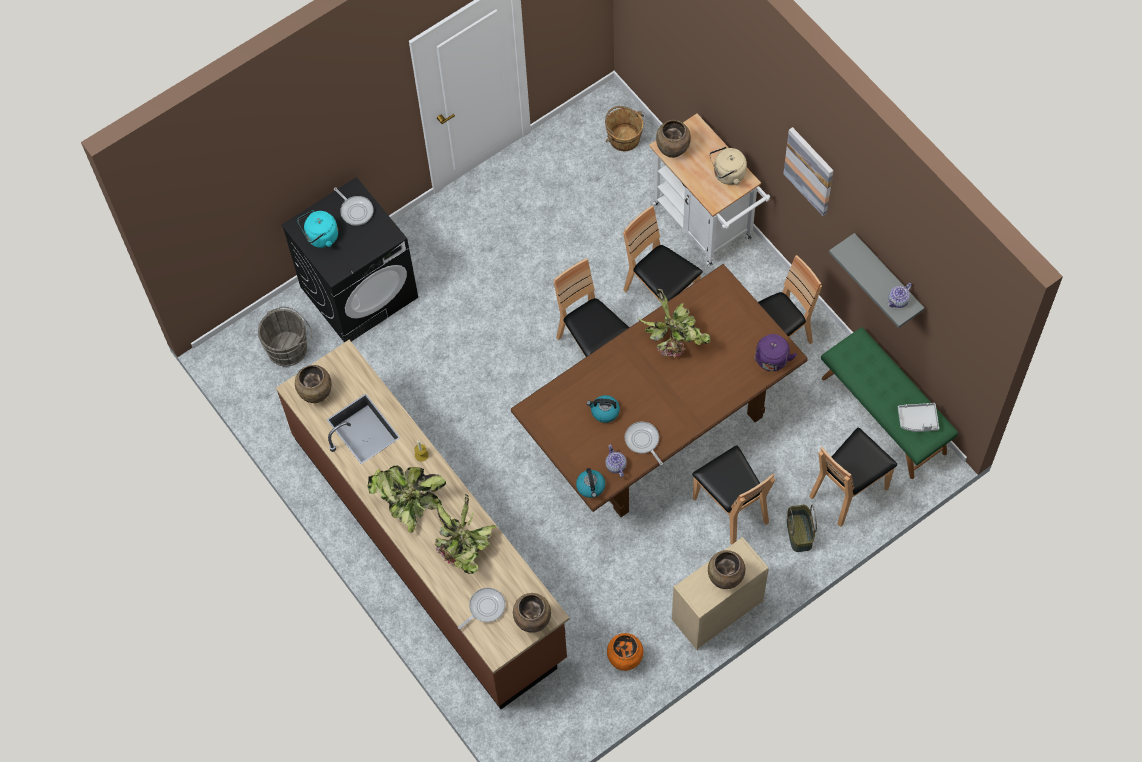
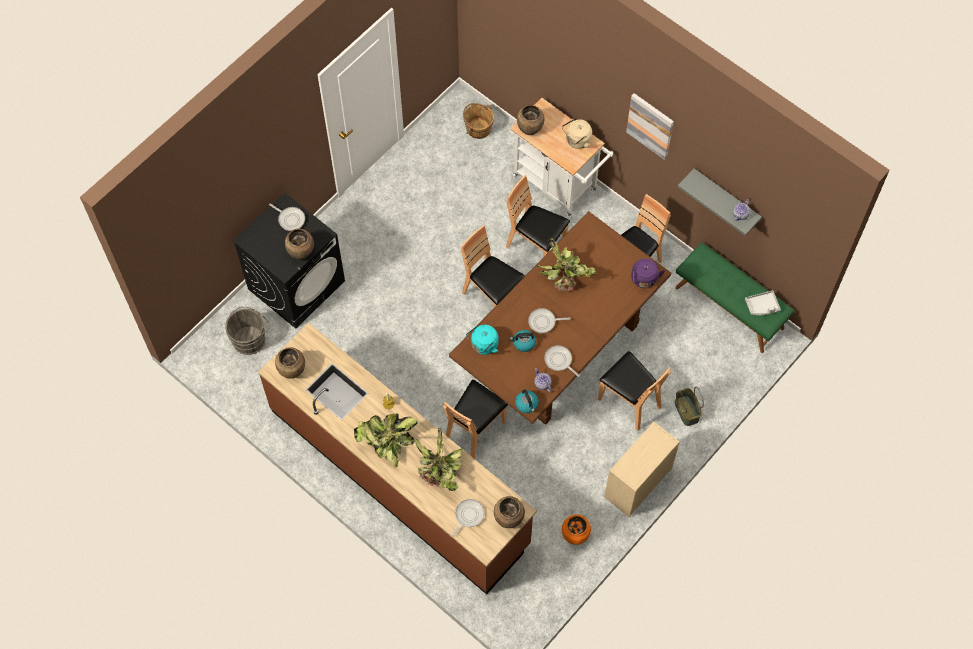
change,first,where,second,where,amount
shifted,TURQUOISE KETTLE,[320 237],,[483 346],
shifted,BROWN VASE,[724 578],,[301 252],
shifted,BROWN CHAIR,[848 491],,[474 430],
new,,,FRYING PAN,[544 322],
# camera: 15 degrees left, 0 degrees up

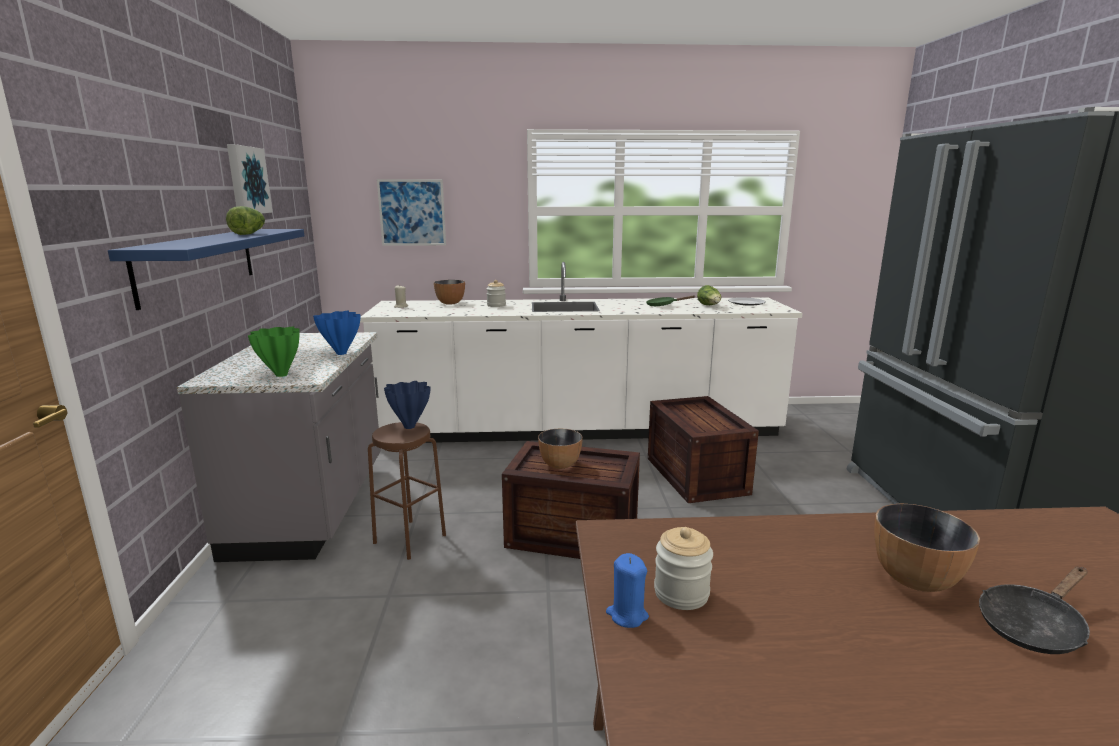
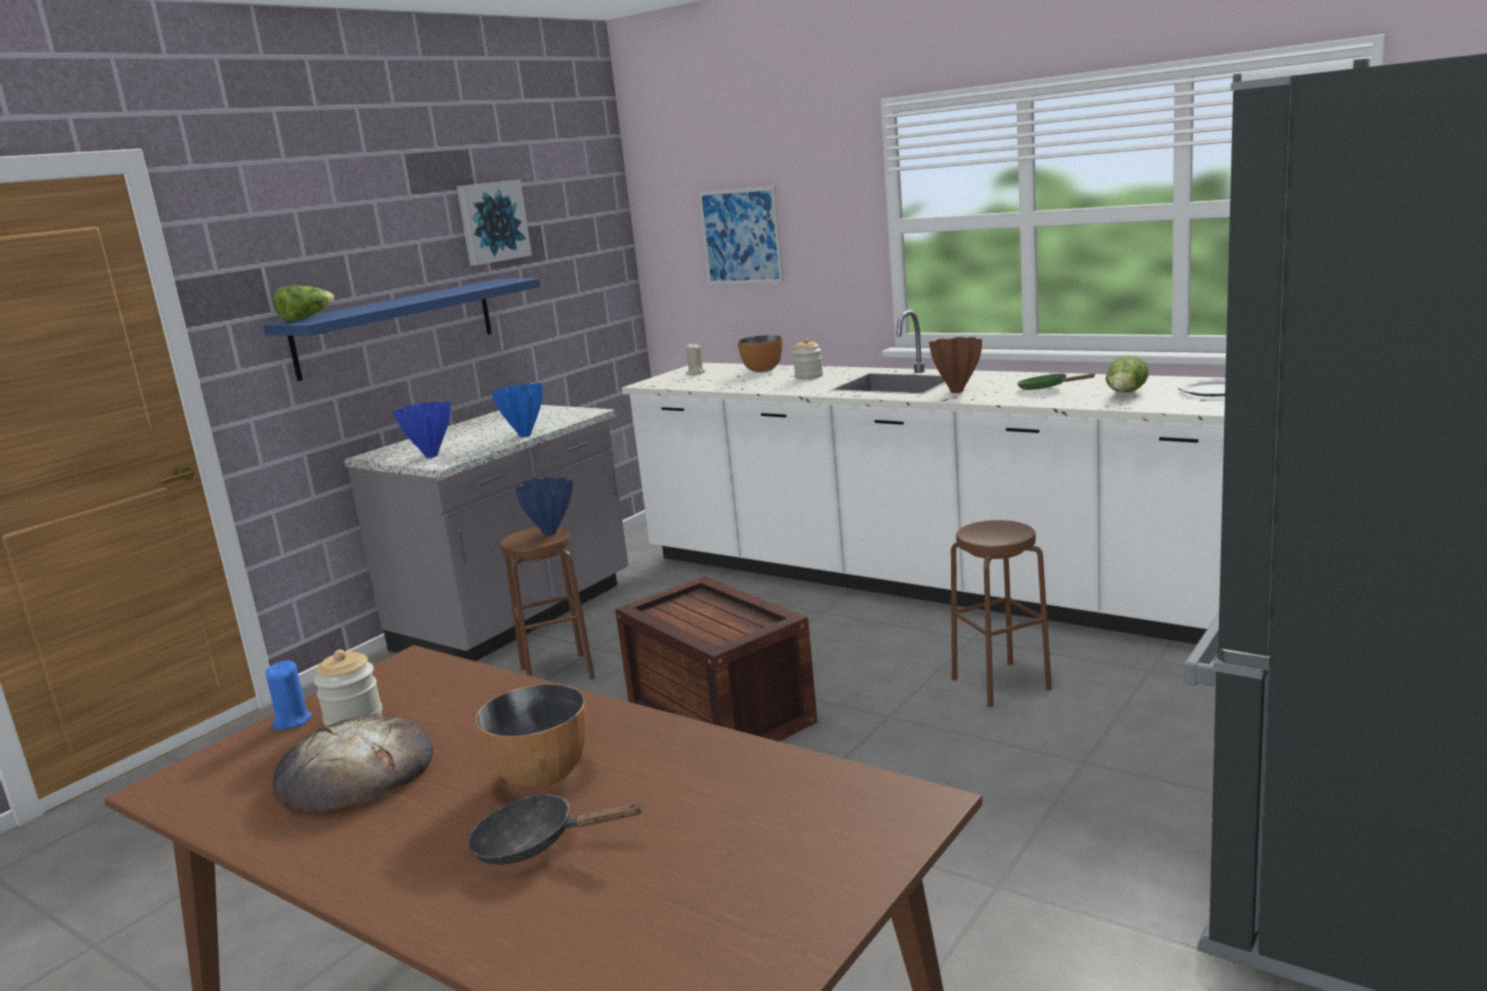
change,first,where,second,where,amount
shifted,LETTUCE,[249 234],,[306 318],
repainted,GREEN VASE,[281 375],BLUE VASE,[431 455],
gone,BOWL,[559 465],,,
swapped,CRATE,[695 475],BROWN STOOL,[1001 683],
new,,,BREAD,[355 772],
new,,,BROWN VASE,[957 391],
# camera: 40 degrees right, 0 degrees up

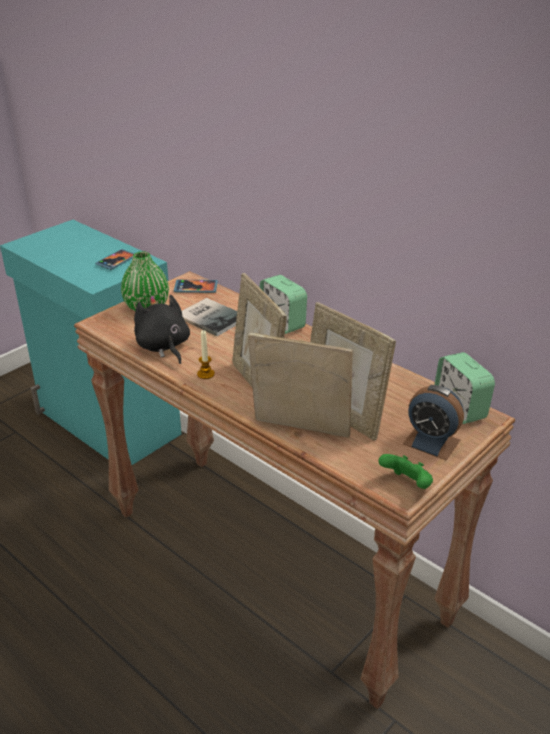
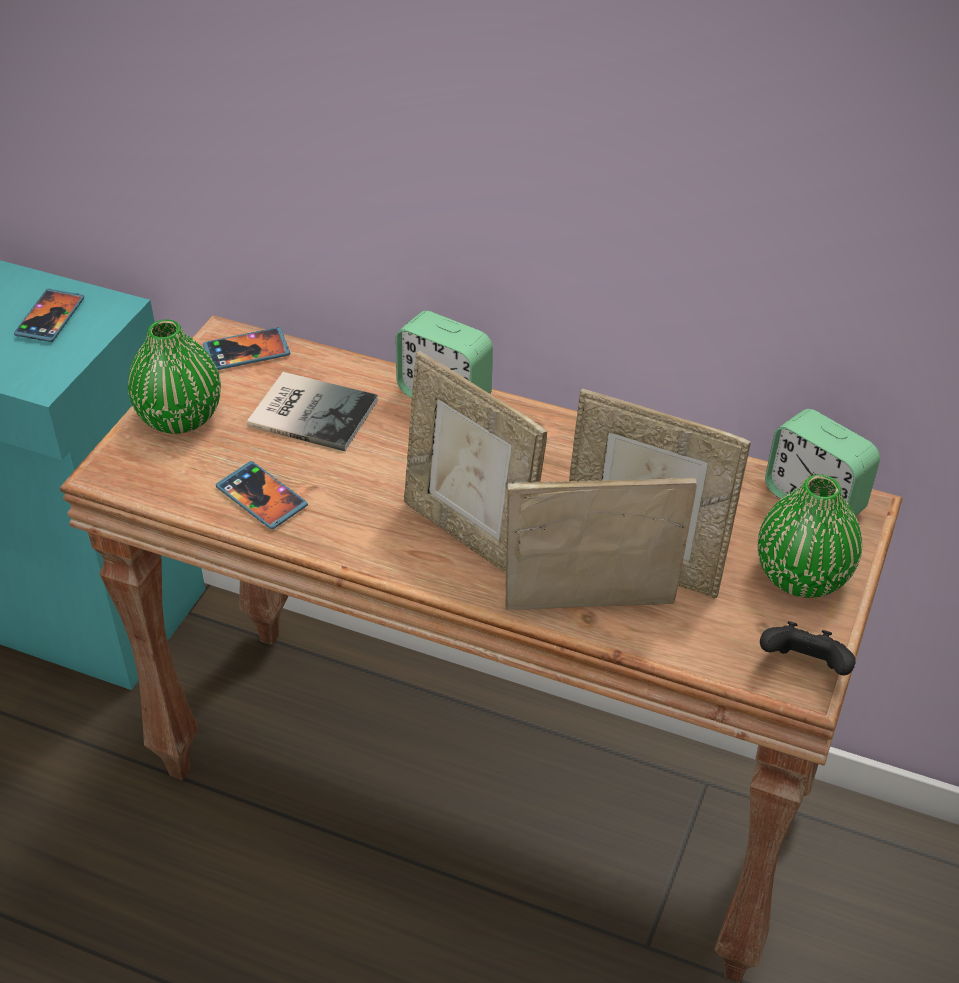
change,first,where,second,where,amount
swapped,BLACK PLUSH TOY,[163 347],PHONE,[261 498],
gone,CANDLE,[205 374],,,
repainted,GREEN GAME CONTROLLER,[407 484],BLACK GAME CONTROLLER,[804 667],
swapped,ALARM CLOCK,[431 442],GREEN VASE,[802 576],
# camera: 20 degrees left, 10 degrees up

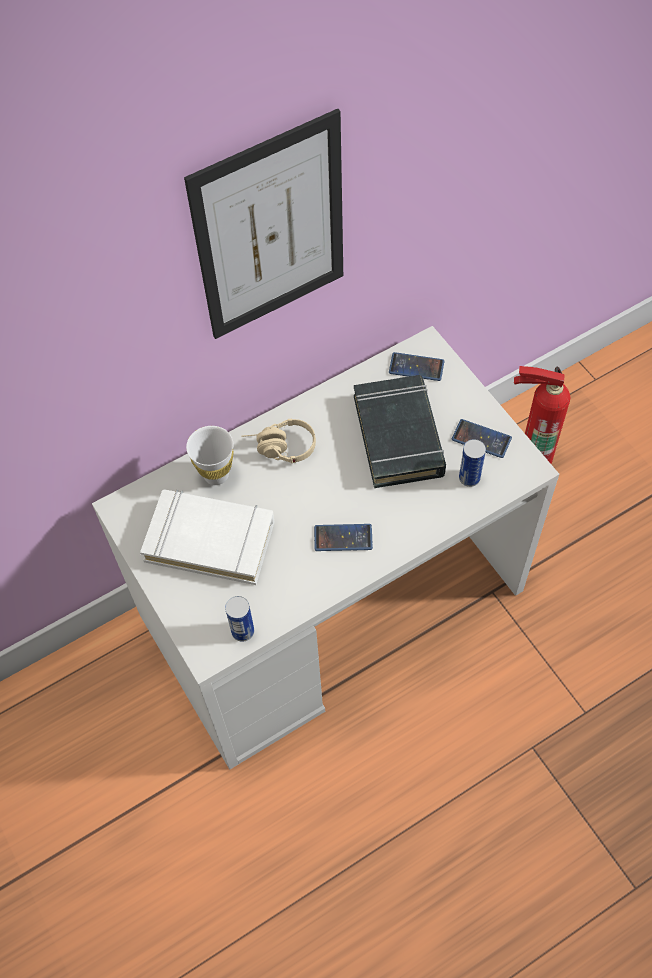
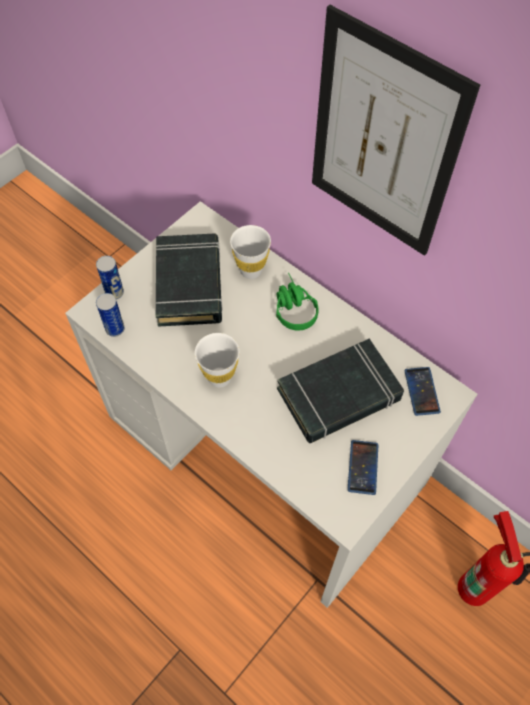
change,first,where,second,where,amount
repainted,WHITE BOOK,[210 540],BLACK BOOK,[189 284],
repainted,BEIGE HEADPHONES,[279 448],GREEN HEADPHONES,[292 307],
swapped,PHONE,[343 538],WHITE CUP,[219 377],
shifted,CAN,[469 478],,[114 292],
# camera: 70 degrees right, 0 degrees up

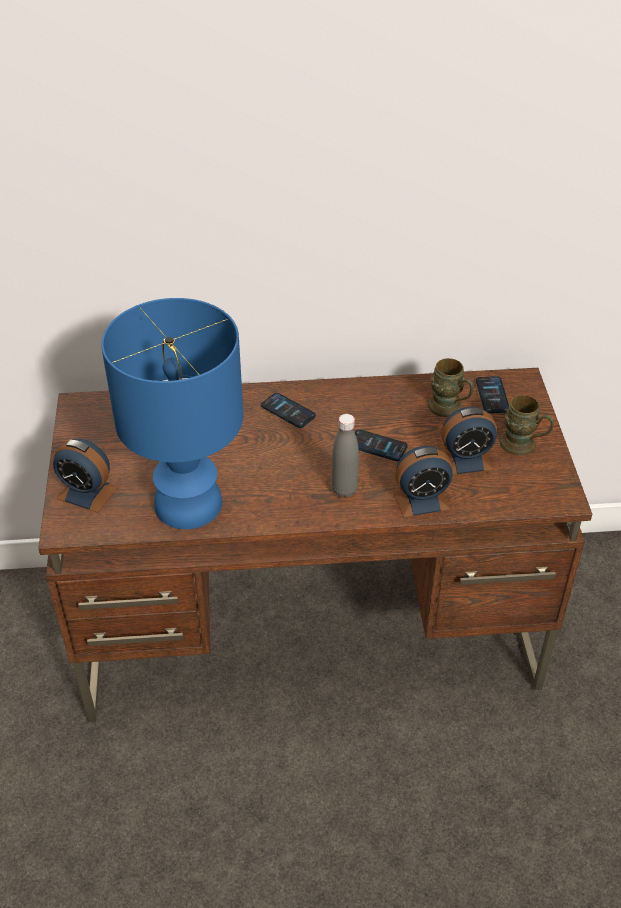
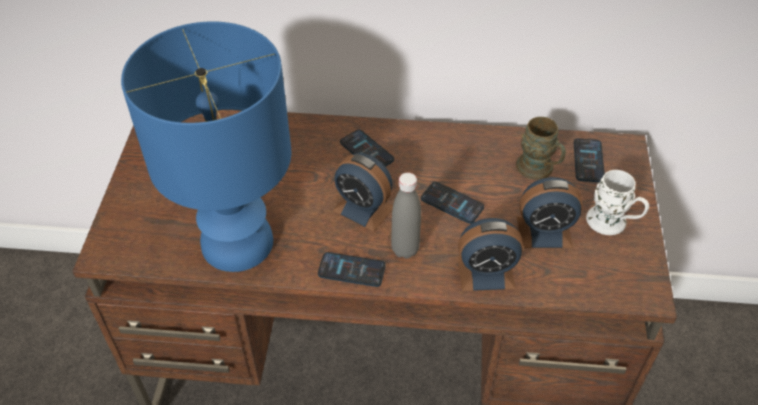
change,first,where,second,where,amount
shifted,ALARM CLOCK,[87 493],,[364 208],
repainted,BROWN MUG,[524 446],WHITE MUG,[612 224],
new,,,PHONE,[351 270],
# camera: 10 degrees right, 5 degrees up

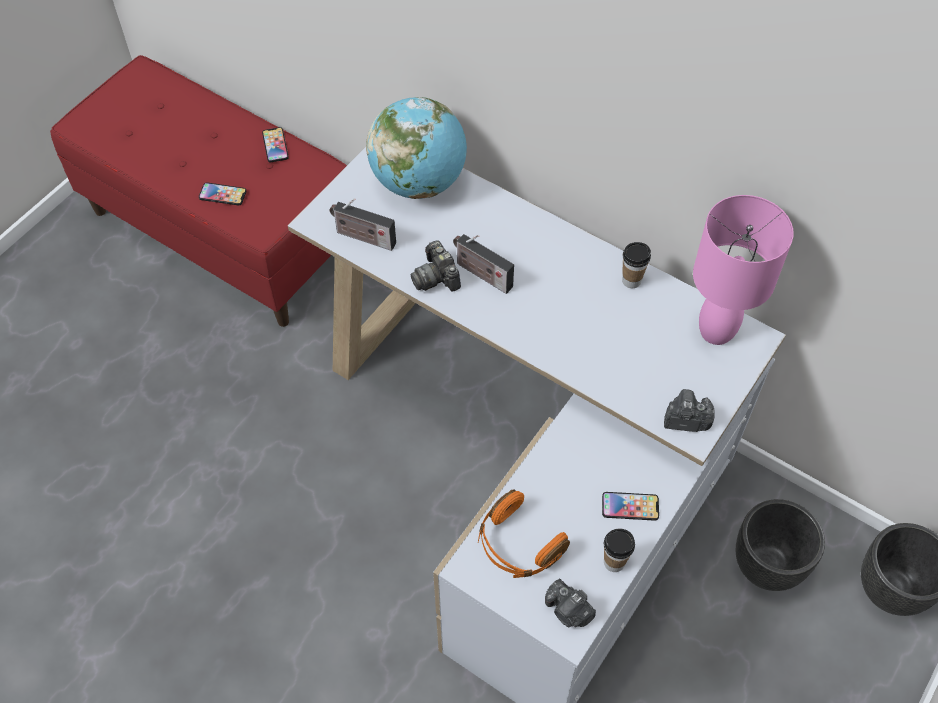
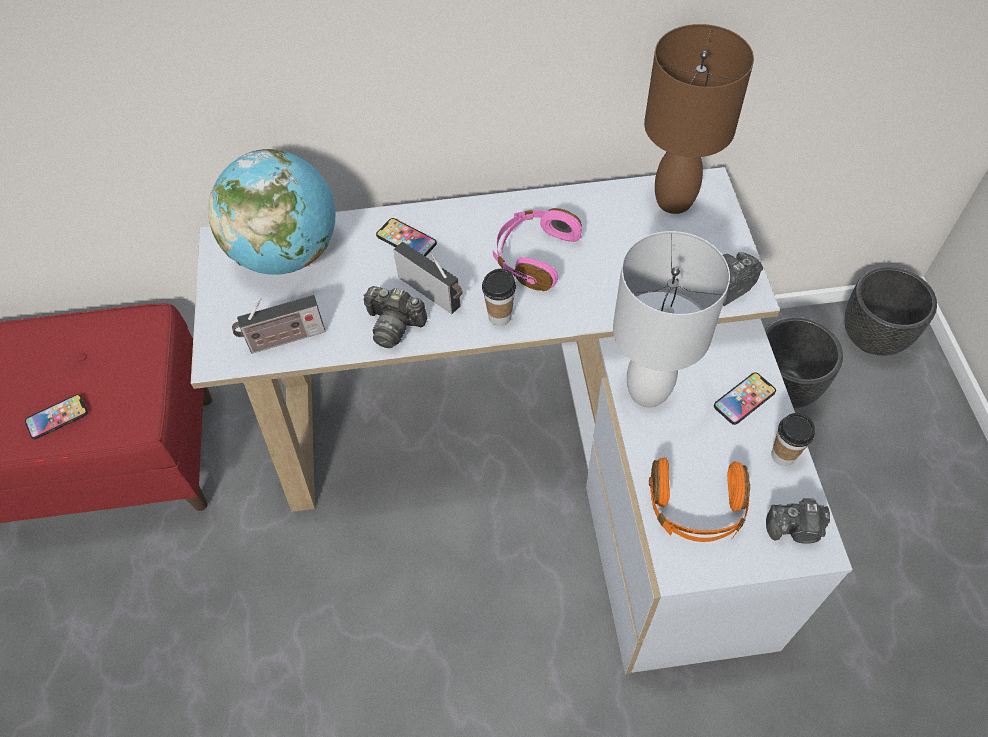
change,first,where,second,where,amount
shifted,PHONE,[275 145],,[406 239],
rotated,RADIO,[481 274],,[432 293],135 degrees counterclockwise
shifted,CUP,[631 280],,[499 316],
repainted,PINK TABLE LAMP,[715 332],BROWN TABLE LAMP,[674 202],
new,,,PINK HEADPHONES,[534 256],
new,,,WHITE TABLE LAMP,[648 392],
# camera: 40 degrees left, 0 degrees up

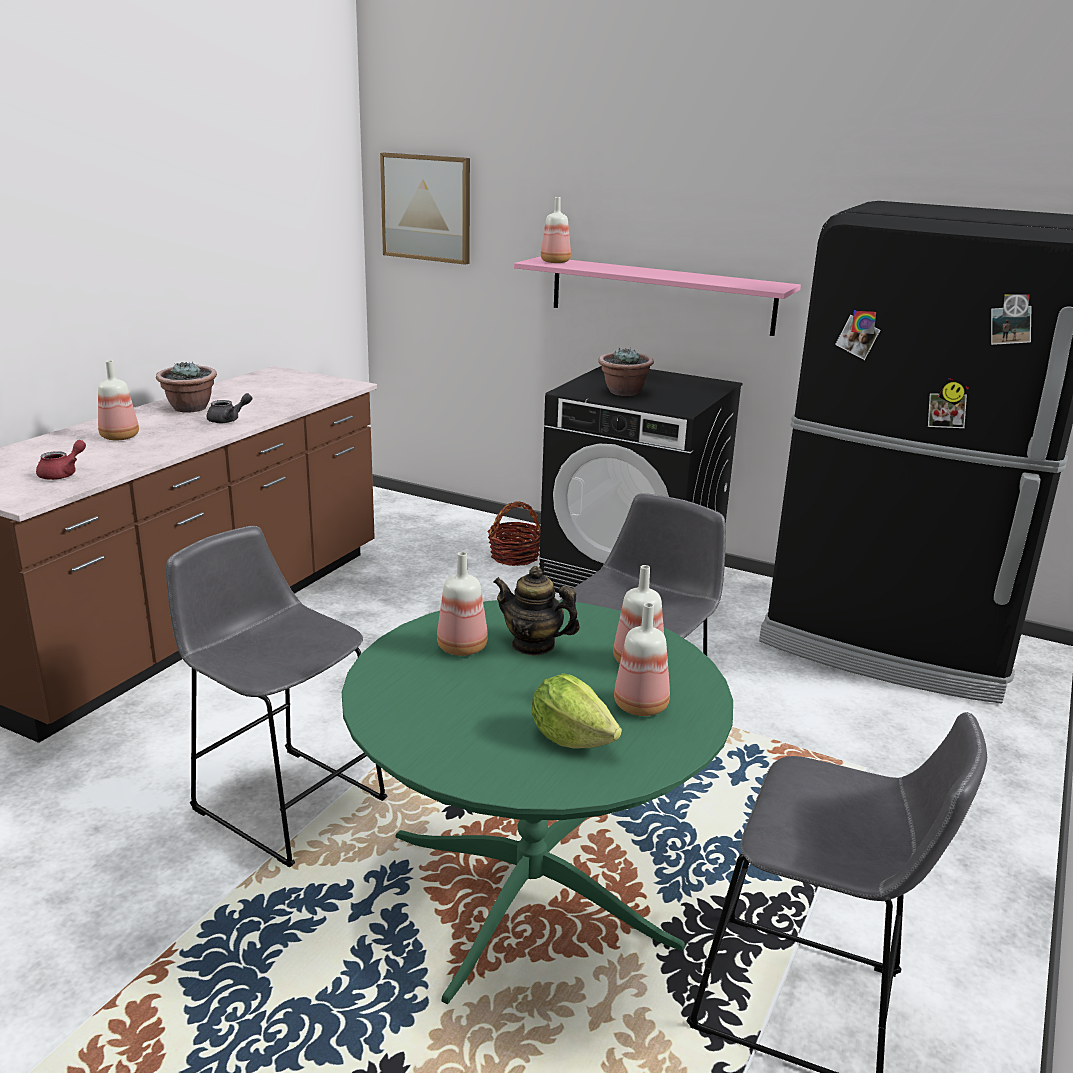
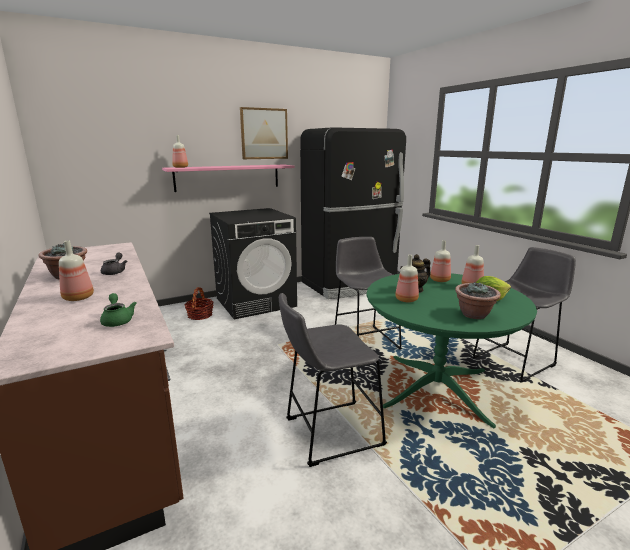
change,first,where,second,where,amount
repainted,RED TEAPOT,[63 474],GREEN TEAPOT,[117 320],
shifted,PICTURE,[426 208],,[264 134],
shifted,POTTED PLANT,[624 392],,[474 315],
# camera: 55 degrees left, 5 degrees down

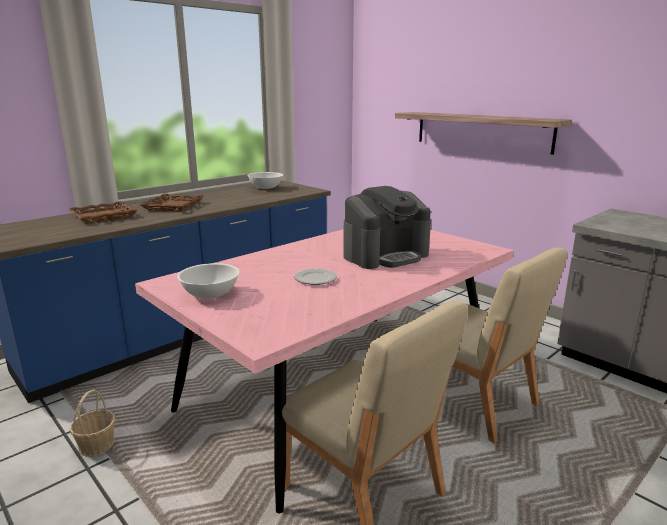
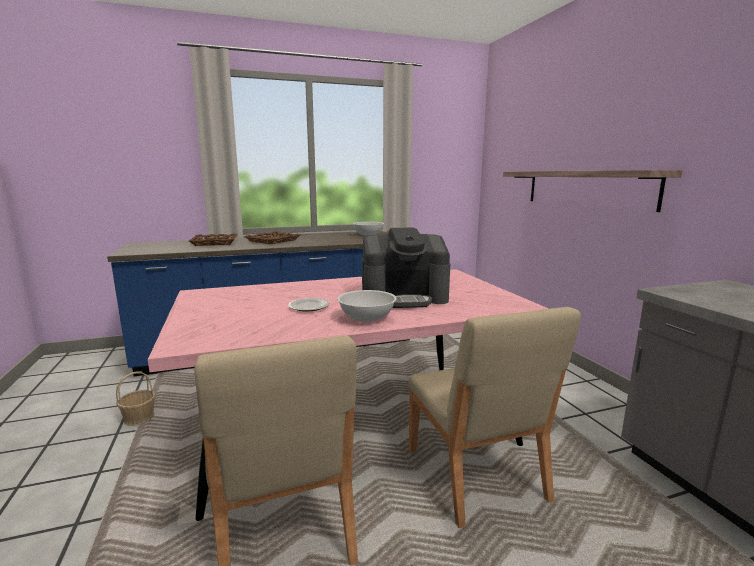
change,first,where,second,where,amount
shifted,WHITE BOWL,[210 293],,[367 318],
# camera: 25 degrees right, 5 degrees down

